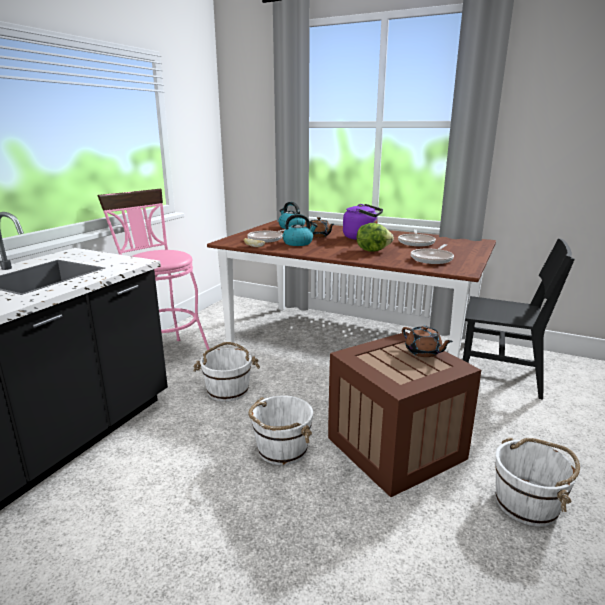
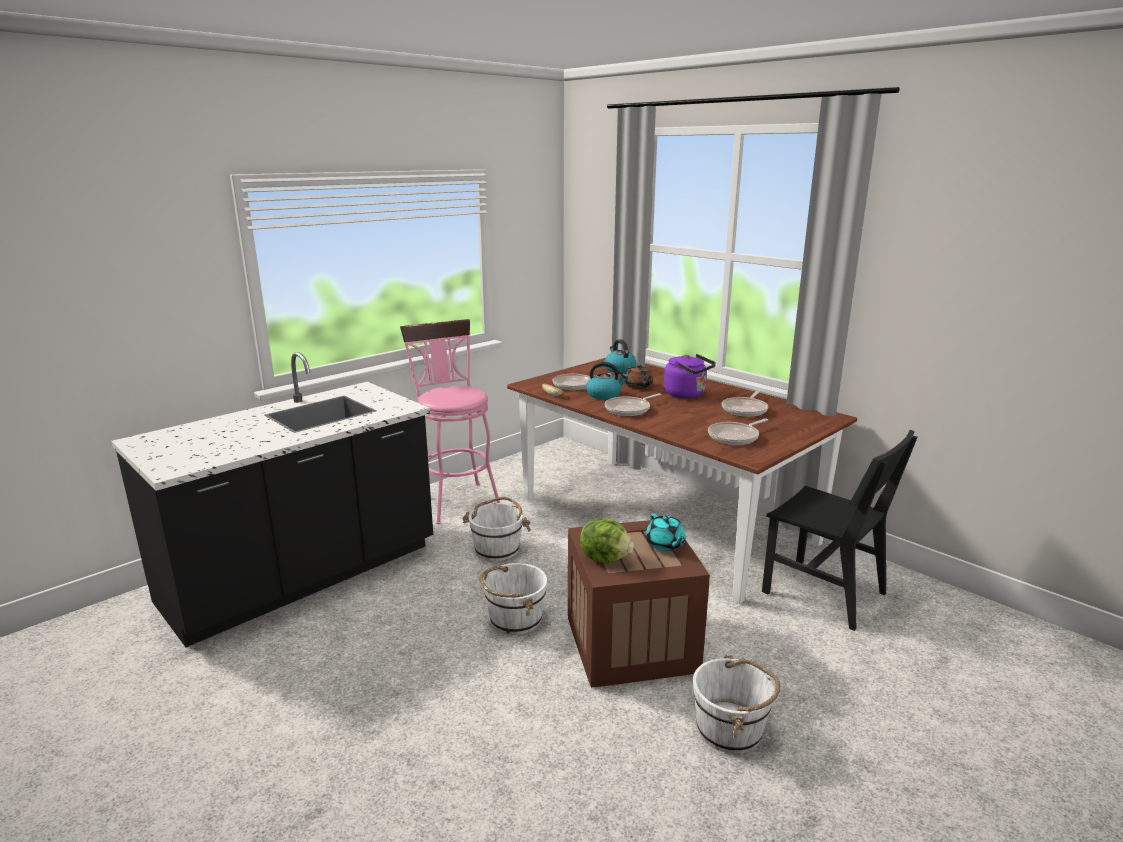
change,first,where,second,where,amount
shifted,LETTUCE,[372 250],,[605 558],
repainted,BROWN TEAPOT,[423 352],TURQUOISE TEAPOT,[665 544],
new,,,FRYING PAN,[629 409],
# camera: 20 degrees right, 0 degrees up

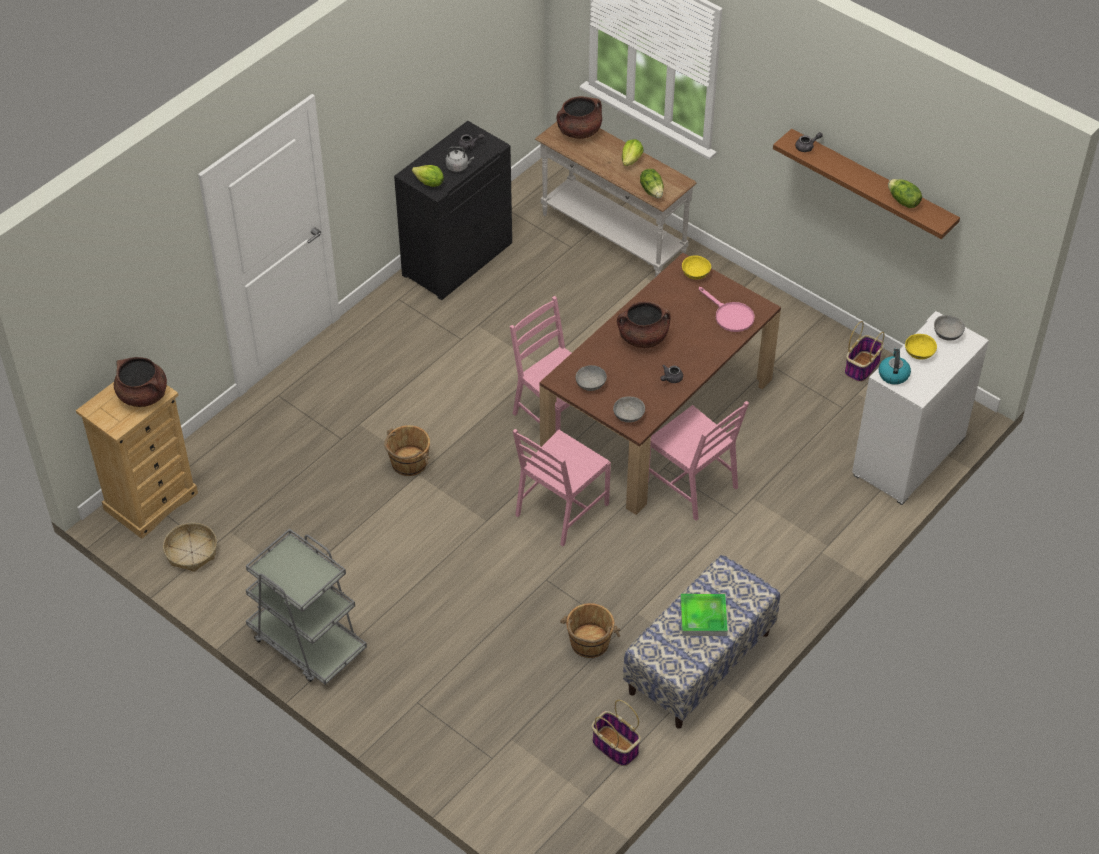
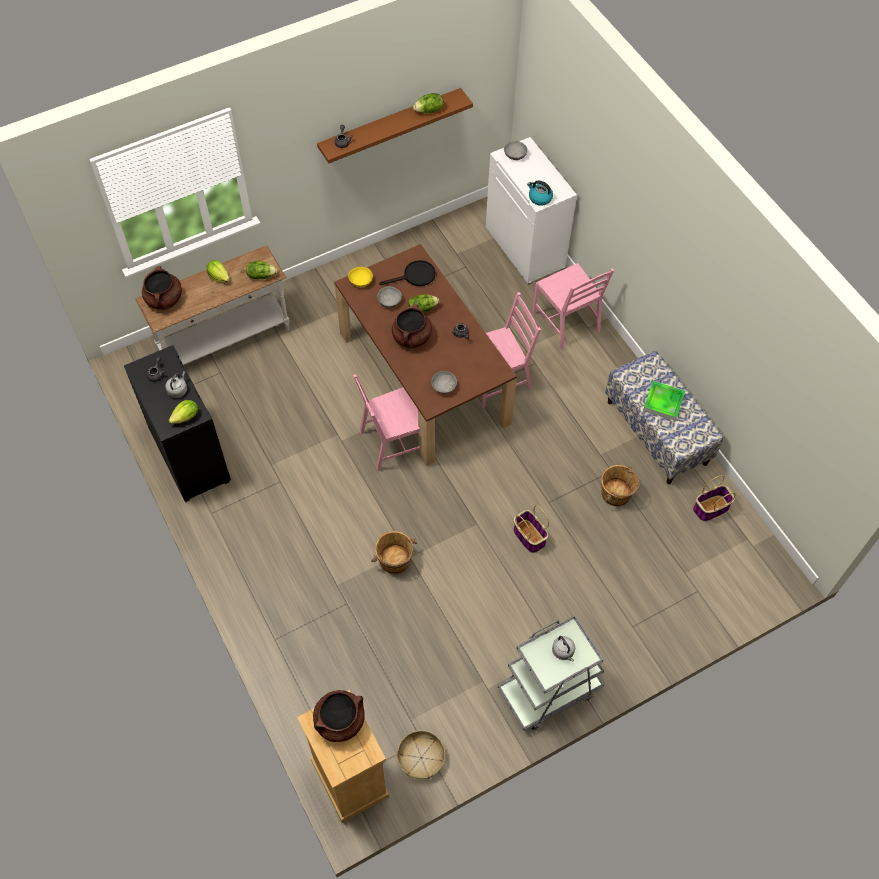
change,first,where,second,where,amount
shifted,PINK CHAIR,[561 510],,[567 322],
shifted,GREY BOWL,[628 415],,[389 301],
repainted,PINK FRYING PAN,[730 316],BLACK FRYING PAN,[415 276],
shifted,BASKET,[862 366],,[528 536],
gone,YELLOW BOWL,[919 352],,,
new,,,LETTUCE,[422 308],
new,,,GREY KETTLE,[563 652],
# camera: 70 degrees left, 10 degrees up

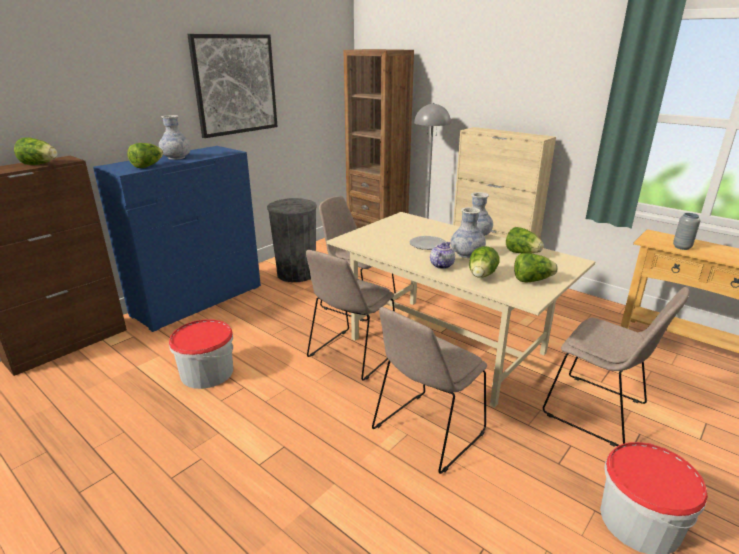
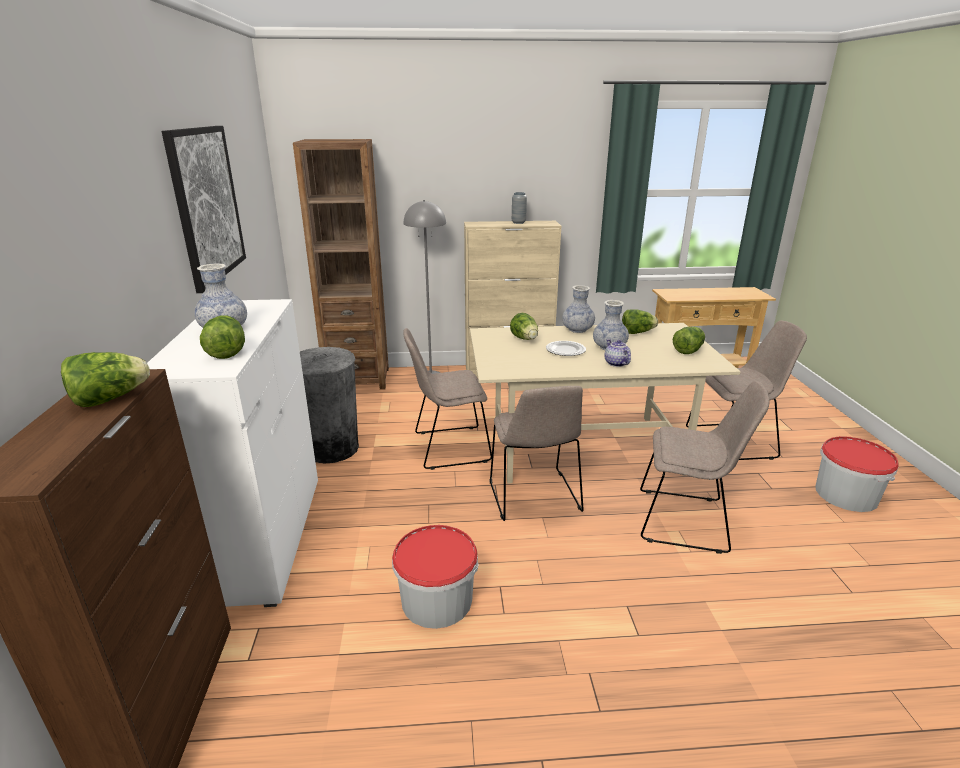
change,first,where,second,where,amount
repainted,BLUE DRESSER,[198 301],WHITE DRESSER,[265 537],
rotated,BEIGE CHAIR,[426 433],,[686 521],75 degrees counterclockwise
shifted,LETTUCE,[481 276],,[525 339],
shifted,GREY VASE,[681 247],,[518 222],
# camera: 45 degrees left, 0 degrees up

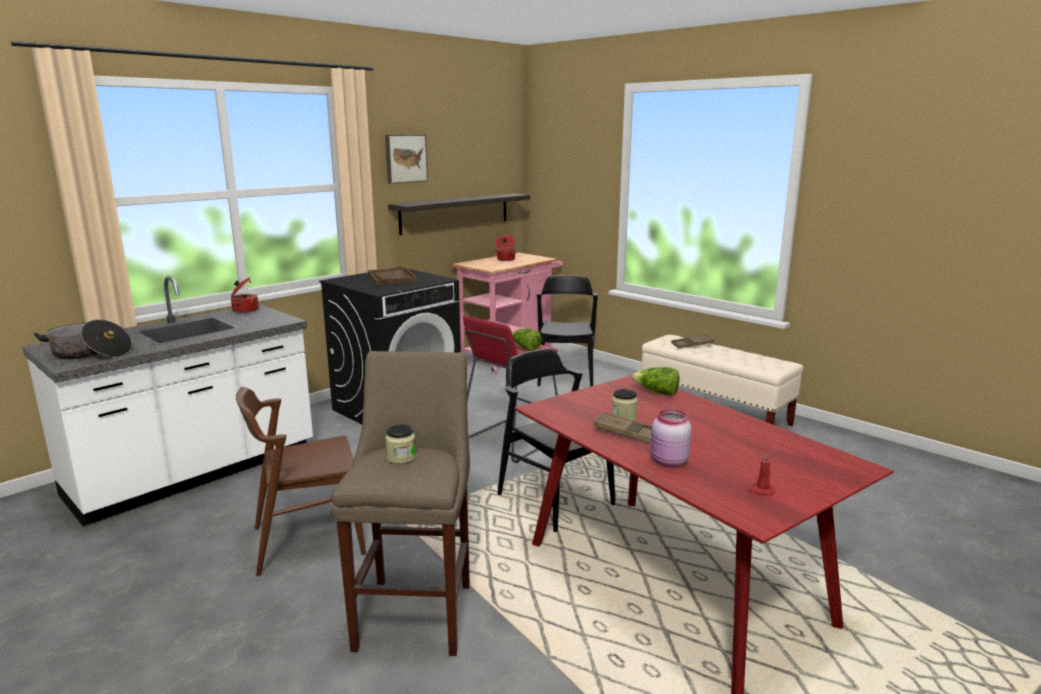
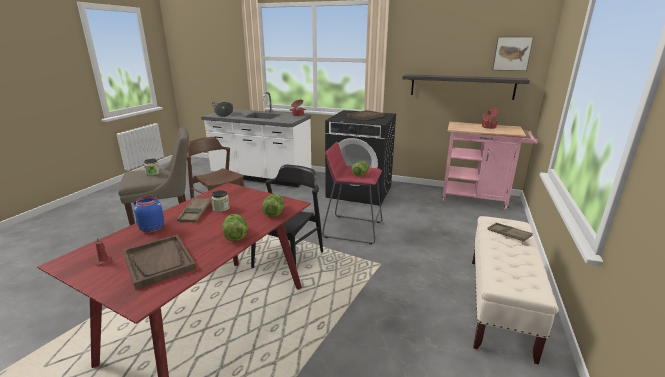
change,first,where,second,where,amount
shifted,PICTURE,[405 158],,[512 53],
gone,BLACK CHAIR,[565 376],,,
repainted,PINK JAR,[668 462],BLUE JAR,[151 228],
new,,,BROWN TRAY,[159 262],
new,,,LETTUCE,[235 235],
# camera: 65 degrees right, 5 degrees up

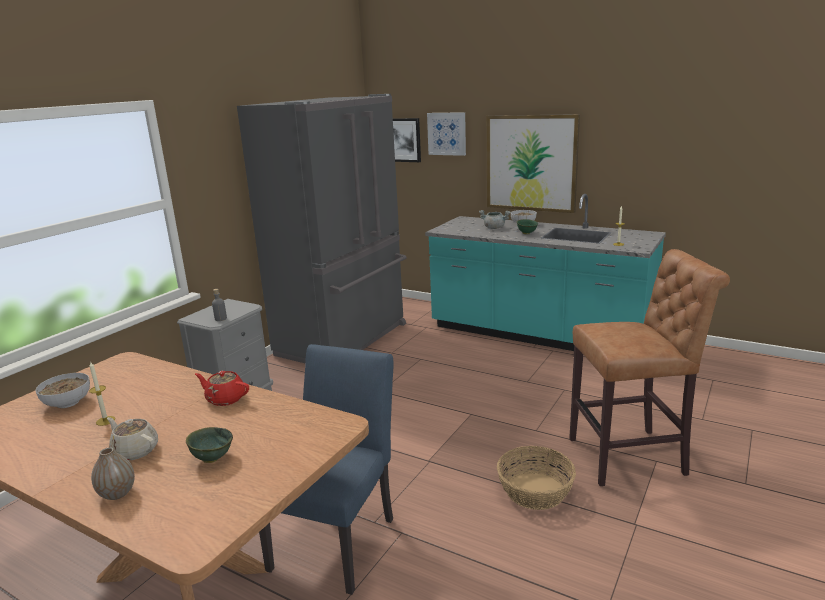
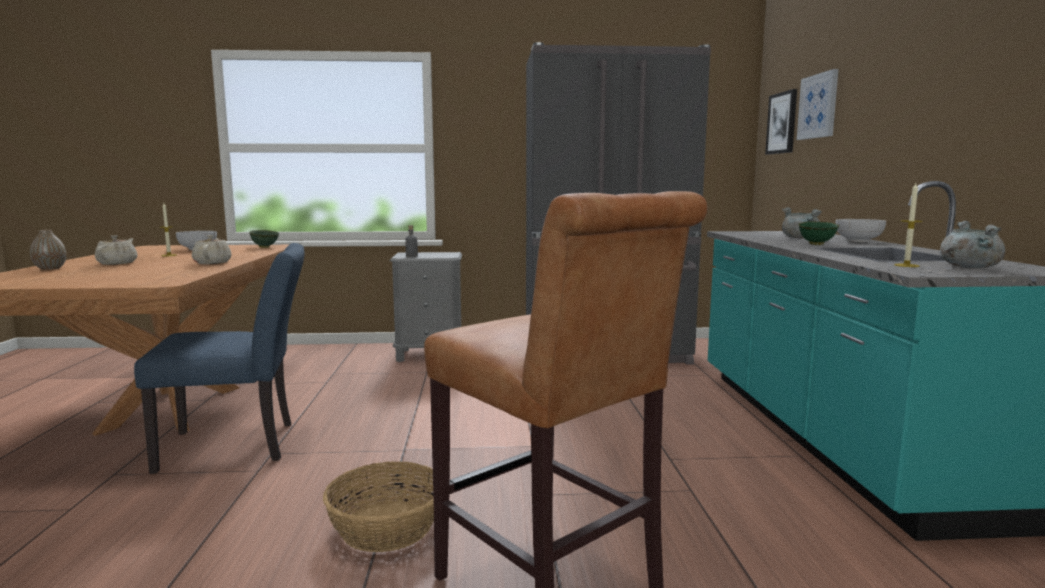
change,first,where,second,where,amount
shifted,GREEN BOWL,[212 458],,[265 247],
repainted,RED TEAPOT,[225 399],BEIGE TEAPOT,[213 263],
gone,PICTURE,[531 163],,,
new,,,GREY COOKING POT,[969 267],
# camera: 55 degrees right, 10 degrees down

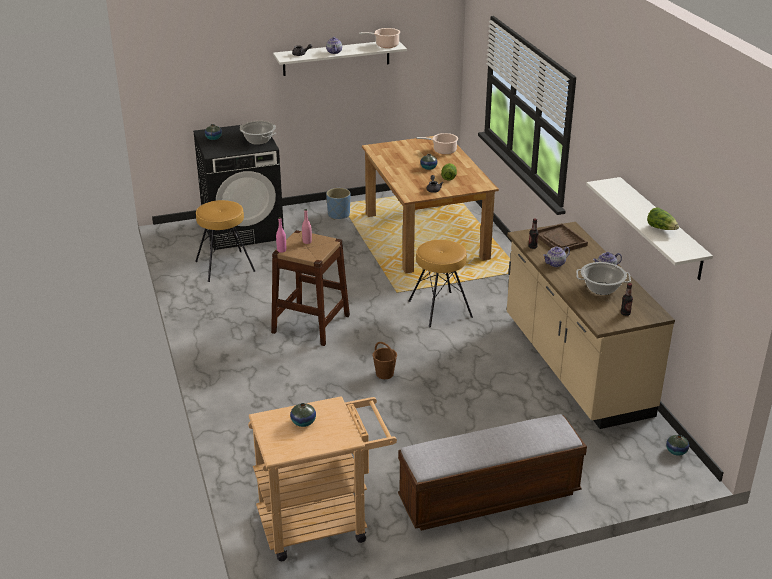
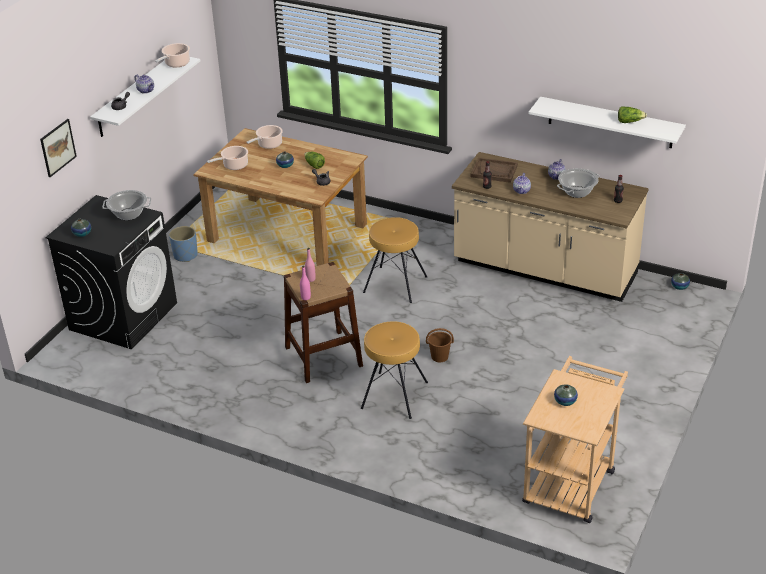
change,first,where,second,where,amount
shifted,BROWN STOOL,[224 266],,[394 395],
gone,BENCH,[489 497],,,
new,,,PICTURE,[58 147],
new,,,COOKING POT,[234 166],
# camera: 45 degrees left, 5 degrees up

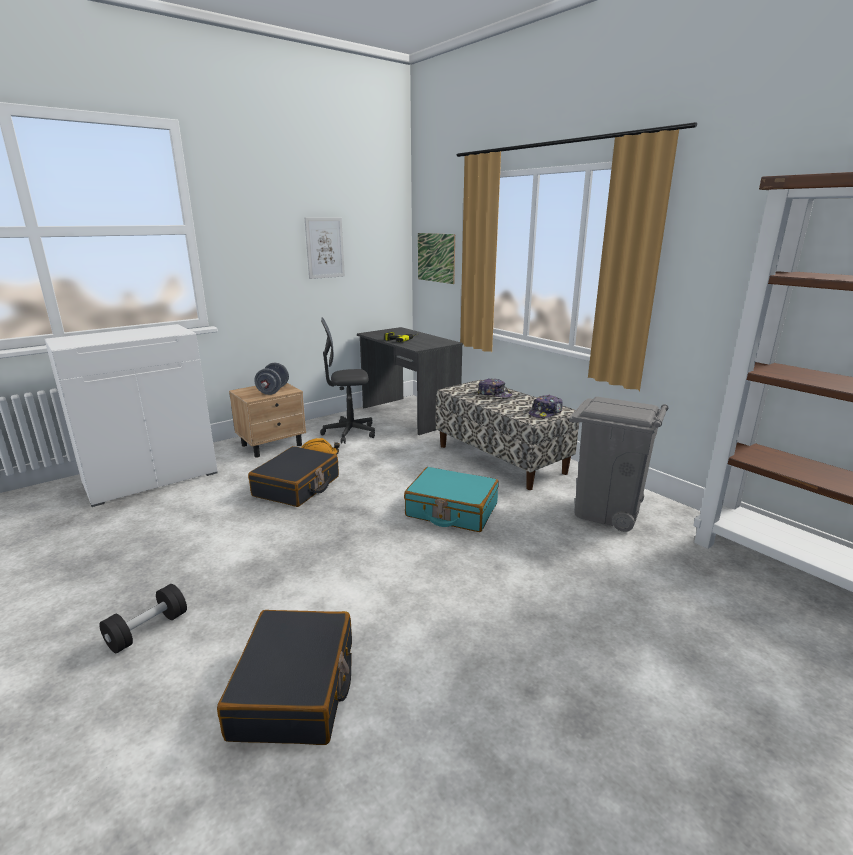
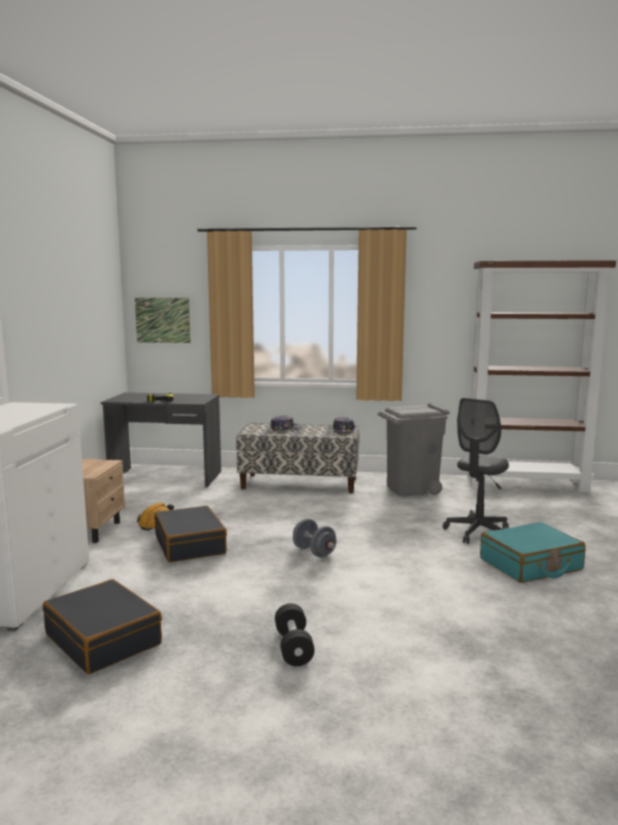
change,first,where,second,where,amount
shifted,BLACK SUITCASE,[295 689],,[104 639],
shifted,GREY DUMBBELL,[273 390],,[314 552],
gone,PICTURE,[324 248],,,
shifted,GREY OFFICE CHAIR,[349 433],,[478 532],
shifted,TURQUOISE SUITCASE,[451 510],,[530 565],
# camera: 45 degrees left, 10 degrees down

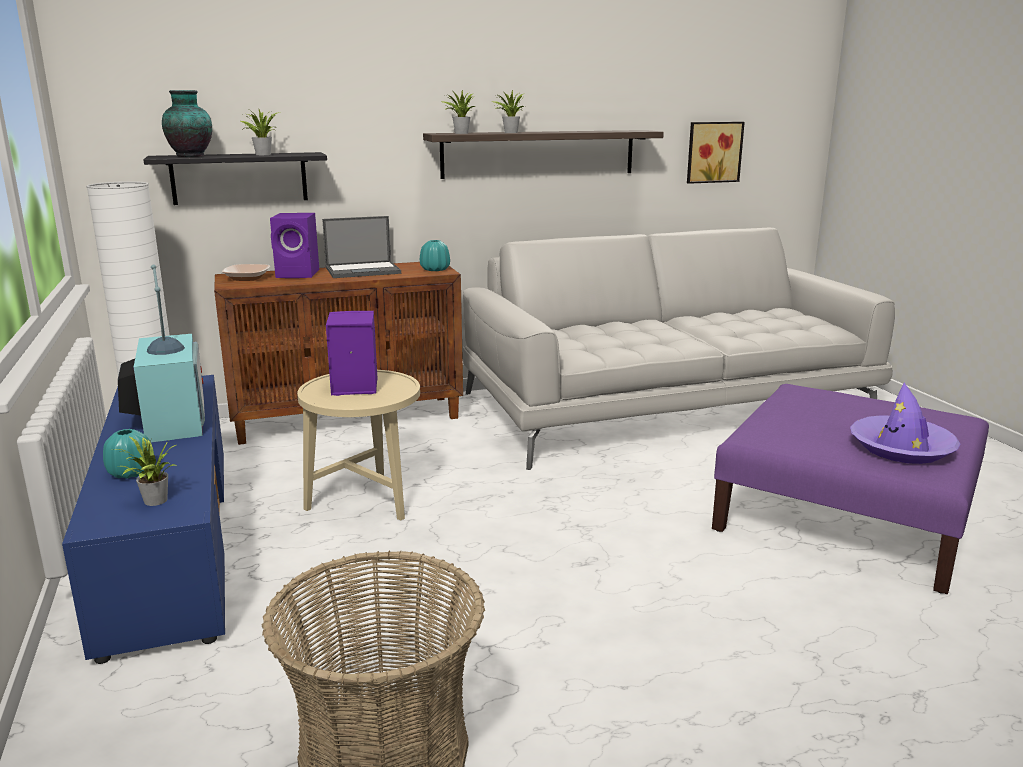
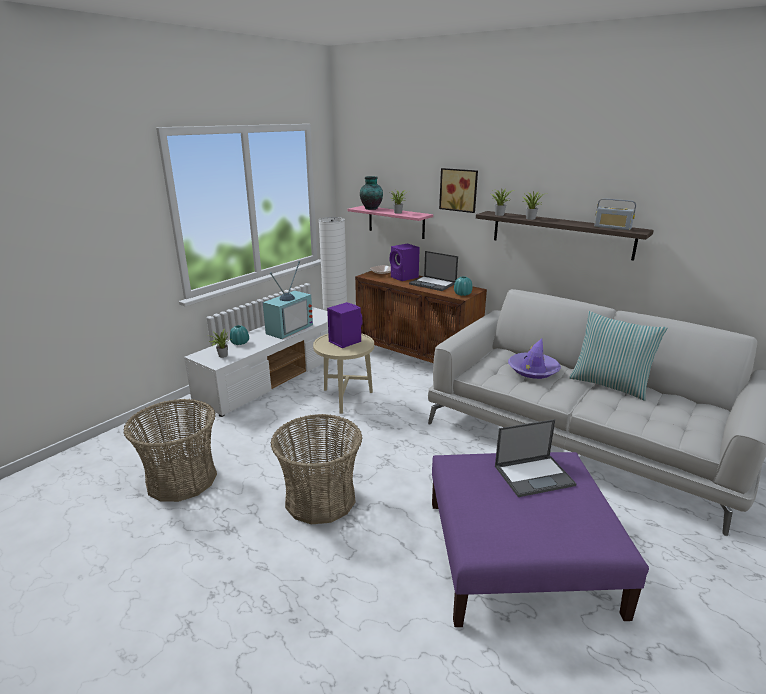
change,first,where,second,where,amount
repainted,BLUE TV STAND,[169 540],WHITE TV STAND,[275 377],
repainted,BLACK SHELF,[239 178],PINK SHELF,[396 222],
shifted,PICTURE,[713 152],,[459 190],
shifted,PURPLE HAT,[901 448],,[533 370],
new,,,BASKET,[320 499],
new,,,LAPTOP,[534 475],
new,,,PILLOW,[609 384],
new,,,RADIO,[612 227],
# camera: 55 degrees right, 5 degrees up

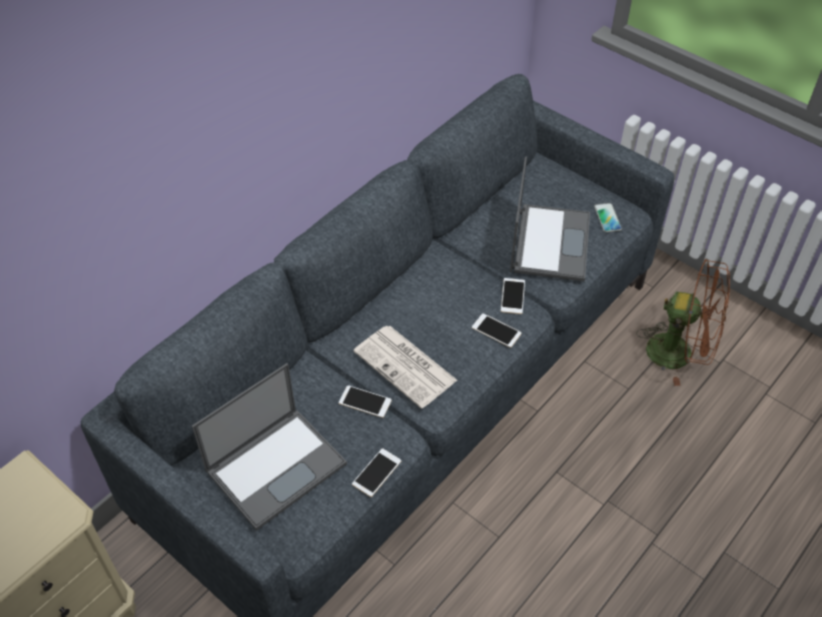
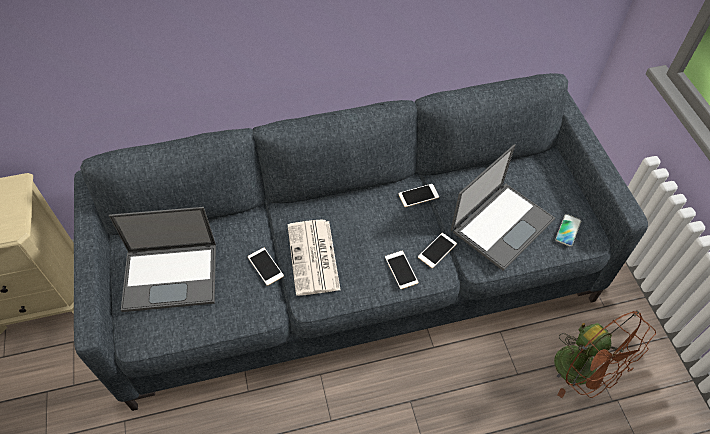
change,first,where,second,where,amount
shifted,PHONE,[376 472],,[418 195],
# camera: 35 degrees right, 5 degrees up

